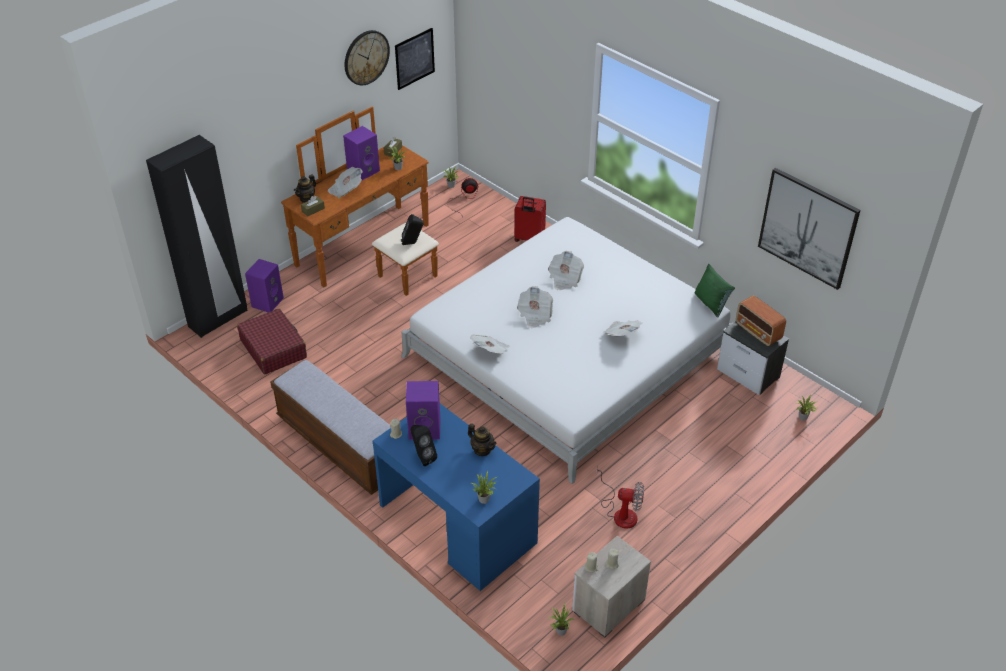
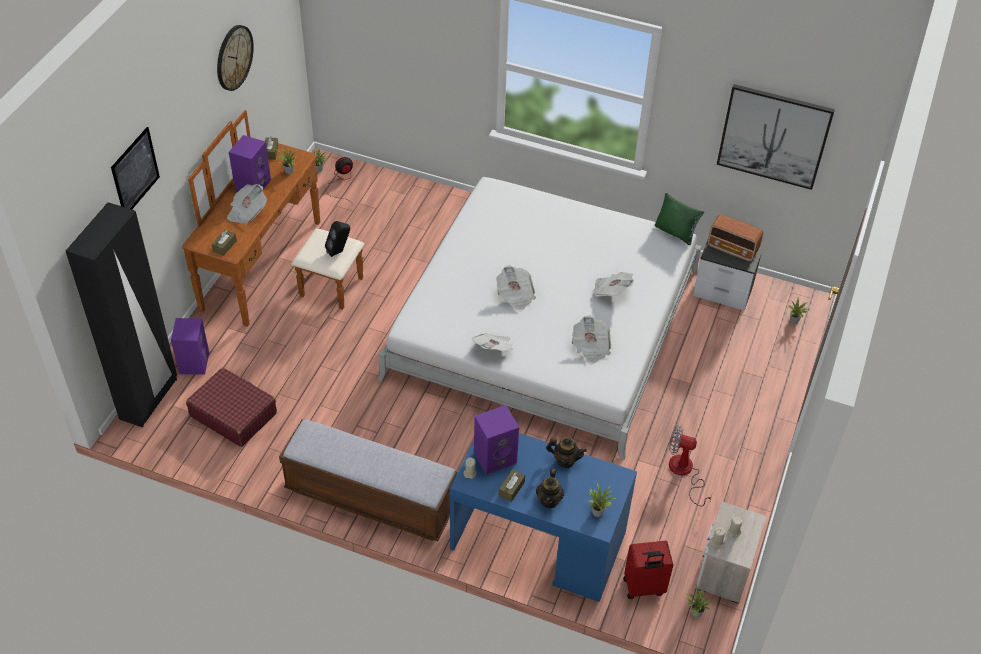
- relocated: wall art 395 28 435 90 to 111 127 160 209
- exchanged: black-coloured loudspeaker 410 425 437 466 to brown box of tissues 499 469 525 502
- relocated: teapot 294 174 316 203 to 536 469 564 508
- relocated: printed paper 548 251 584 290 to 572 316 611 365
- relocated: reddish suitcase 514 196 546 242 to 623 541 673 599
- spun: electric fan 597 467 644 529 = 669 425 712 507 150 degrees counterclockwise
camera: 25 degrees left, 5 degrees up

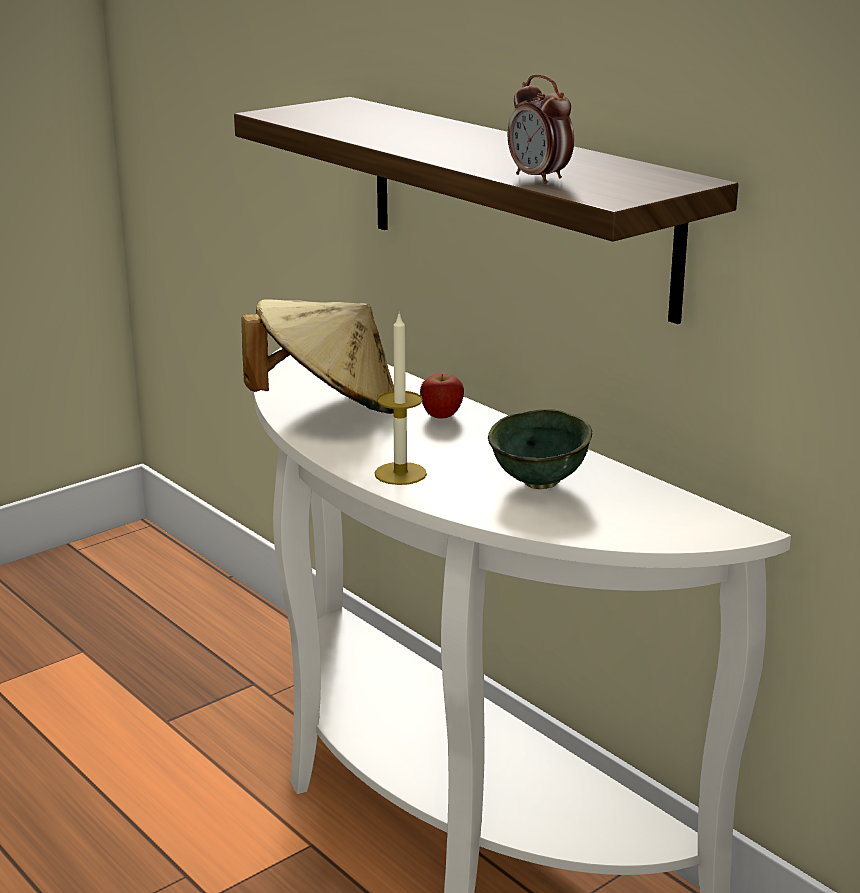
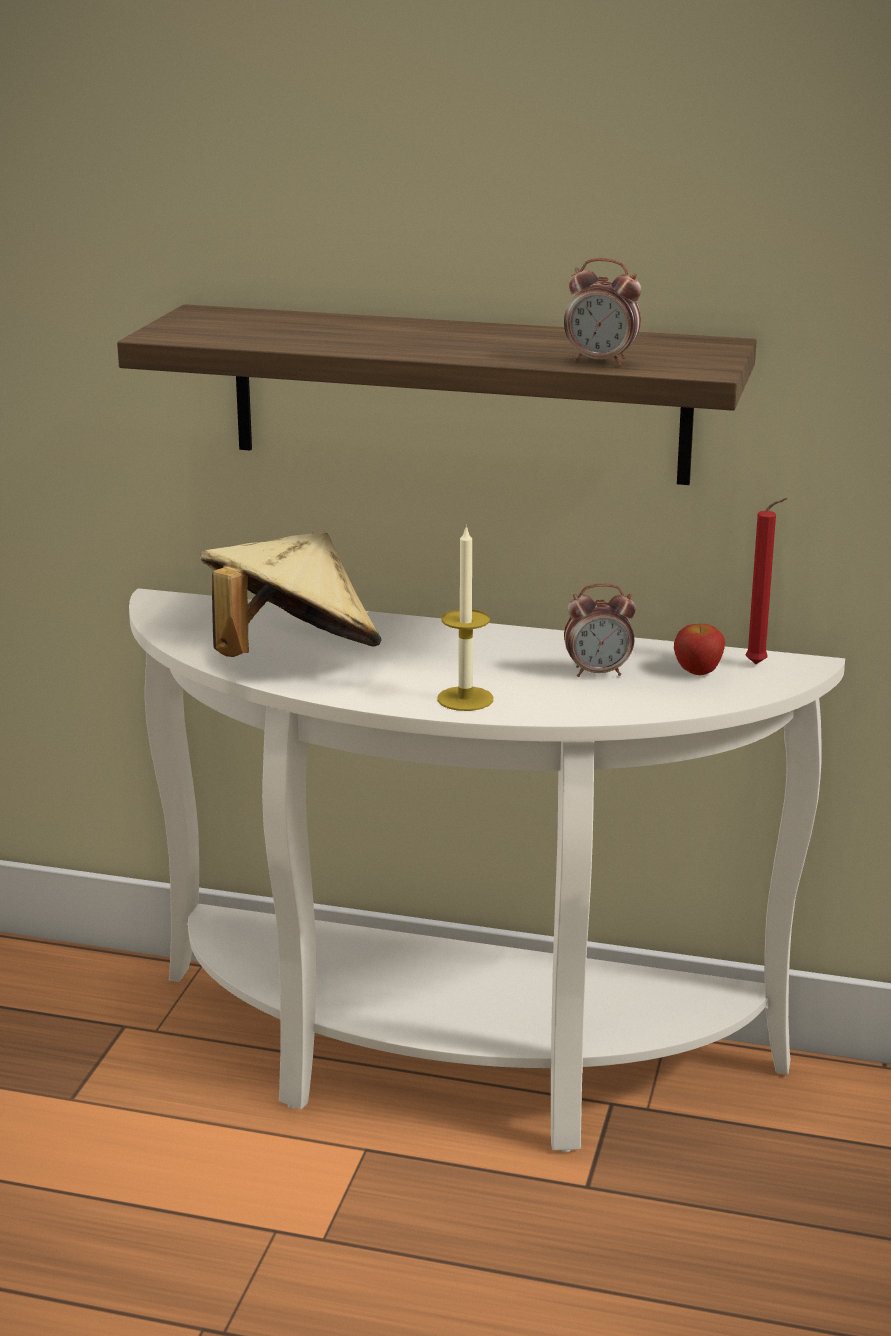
- exchanged: green-coloured deep dish 488 409 592 489 to bedside clock 564 583 636 677
- relocated: apple 420 374 464 418 to 674 624 725 675
- appeared: reddish wax light 746 498 788 664
camera: 35 degrees left, 0 degrees up

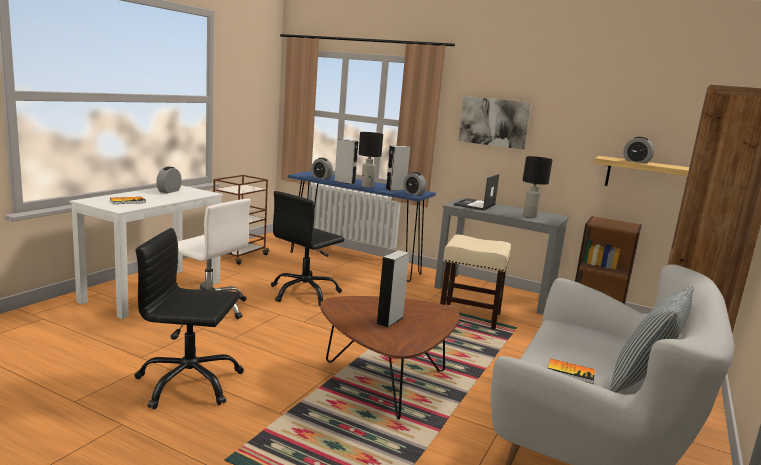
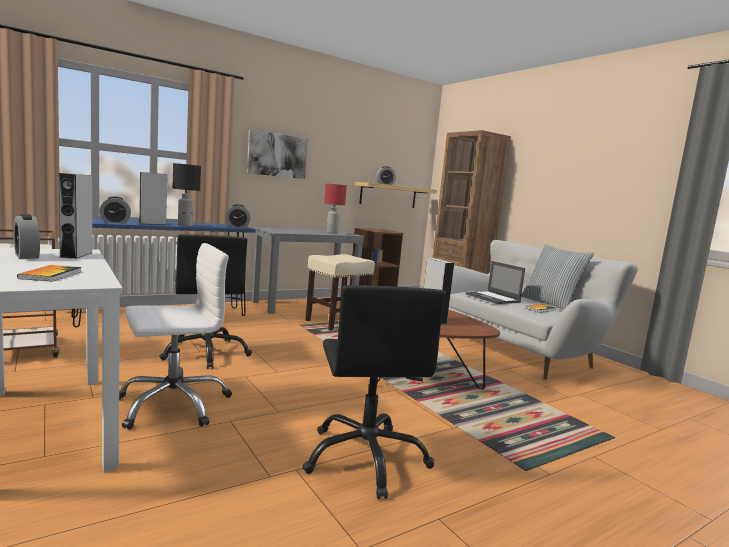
- relocated: grey loudspeaker 385 146 410 191 to 59 173 92 259
- spun: black-coloured office chair 134 228 244 409 = 302 285 446 499 45 degrees counterclockwise
- colour: black-coloured table lamp 523 156 552 218 to reddish table lamp 324 183 347 234
- relocated: portable computer 454 174 499 211 to 466 261 525 304
camera: 60 degrees left, 5 degrees down

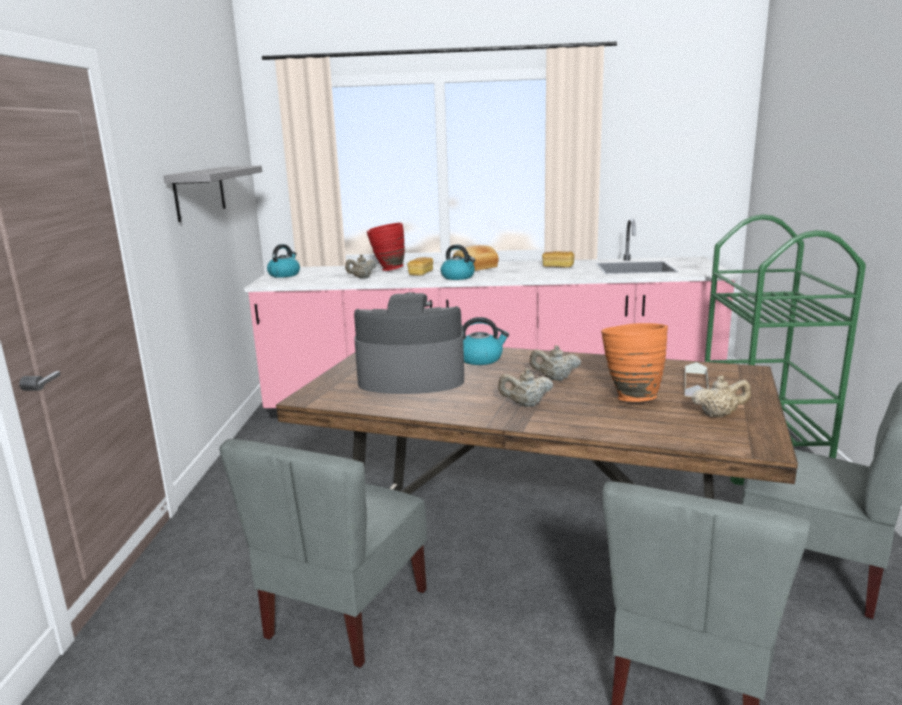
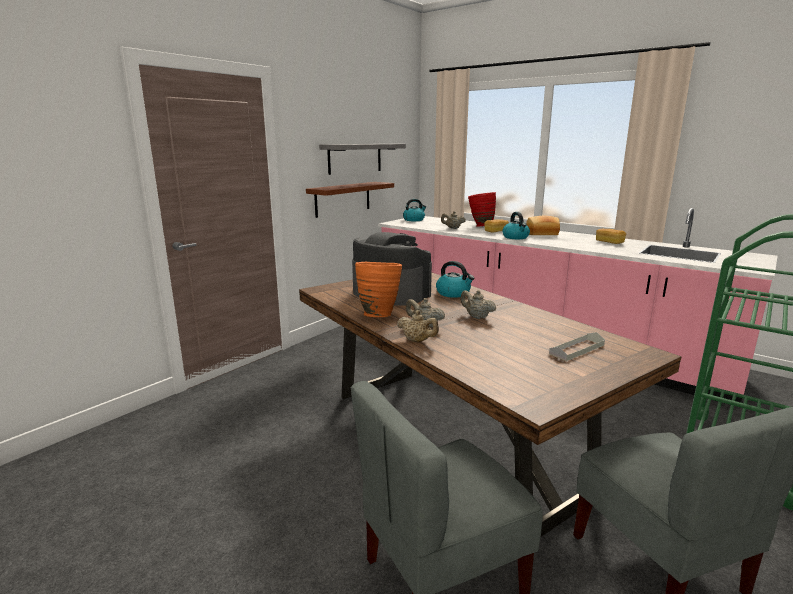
- appeared: brown wall shelf 306 182 394 218
- relocated: orangey decorative vase 601 323 668 402 to 355 262 402 317
- relocated: sand-coloured teapot 692 376 751 417 to 397 310 439 342
- missing: grey chair 219 439 427 668
camera: 35 degrees right, 0 degrees up

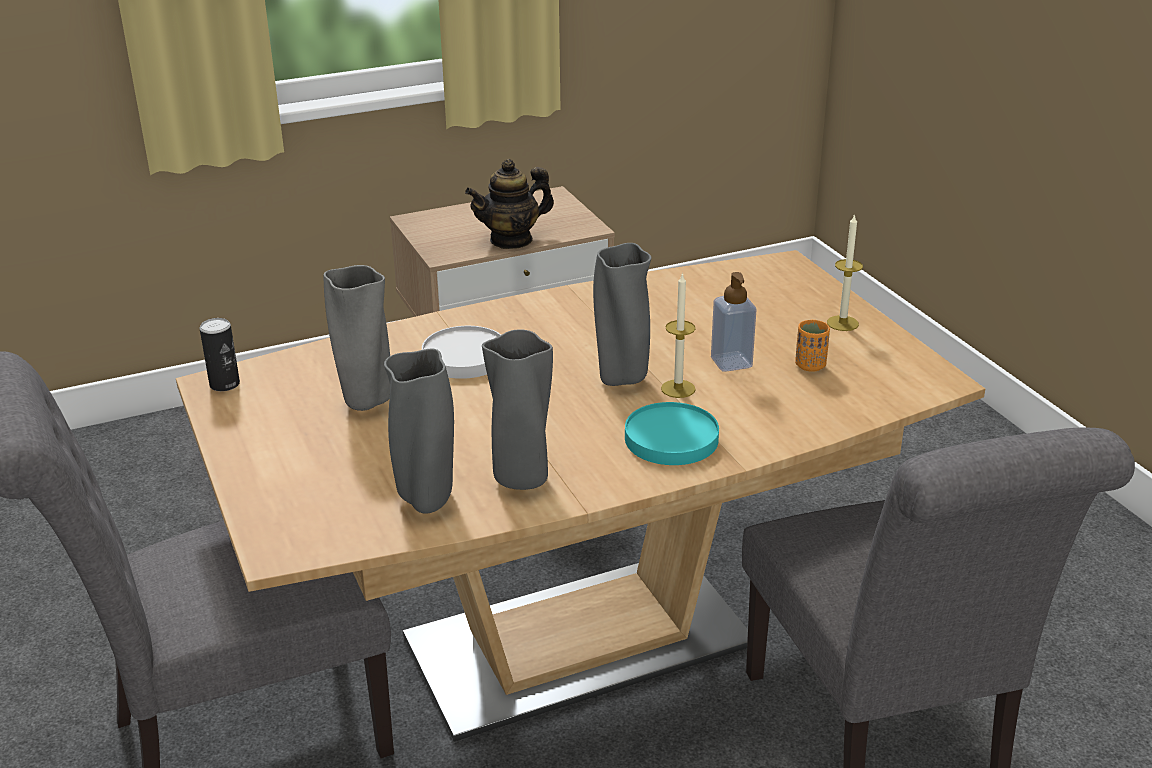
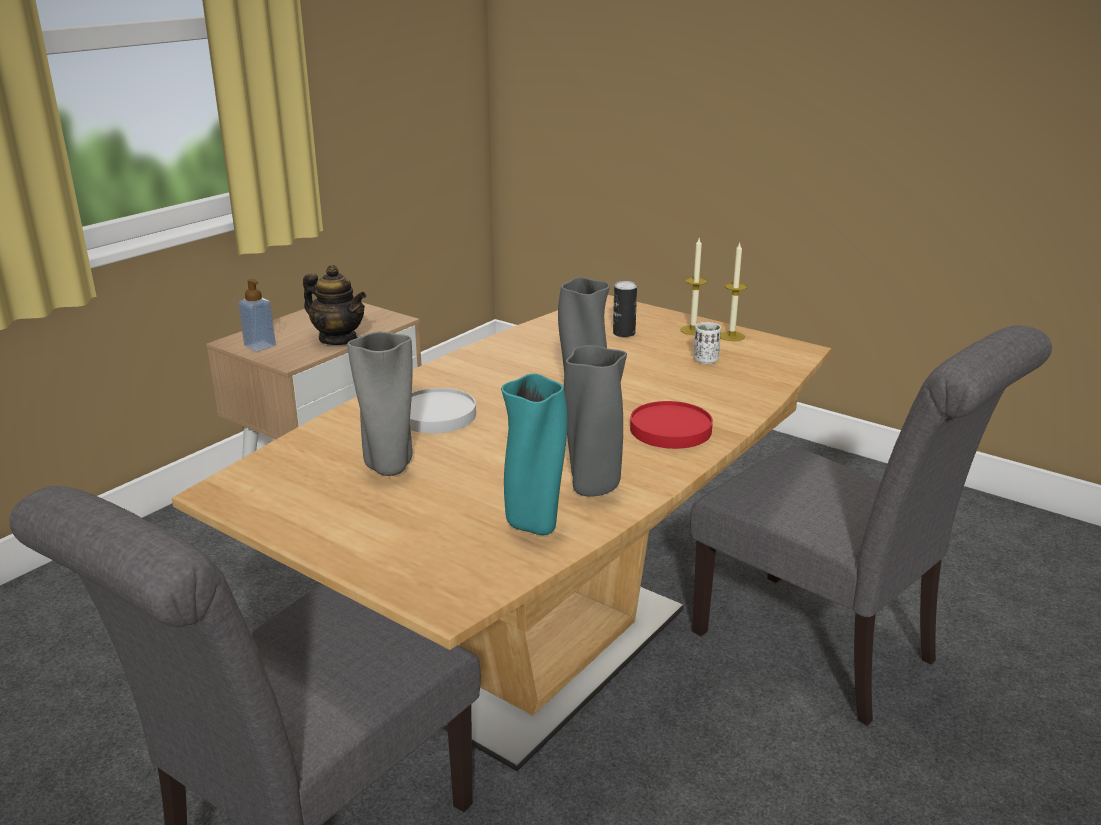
- relocated: soap dispenser 711 272 756 372 to 238 279 276 352
- spun: teapot 465 159 554 249 = 303 265 366 345 90 degrees counterclockwise
- colour: grey decorative vase 384 349 454 514 to blue-green decorative vase 501 374 568 535
- relocated: sealed can 200 318 240 391 to 613 281 637 337
- colour: blue-green plate 625 402 719 465 to reddish plate 630 401 713 449
- colour: orangey cup 795 320 830 372 to white-coloured cup 693 322 721 364
- relocated: wax light 661 273 696 398 to 720 243 747 341
camera: 30 degrees left, 5 degrees down

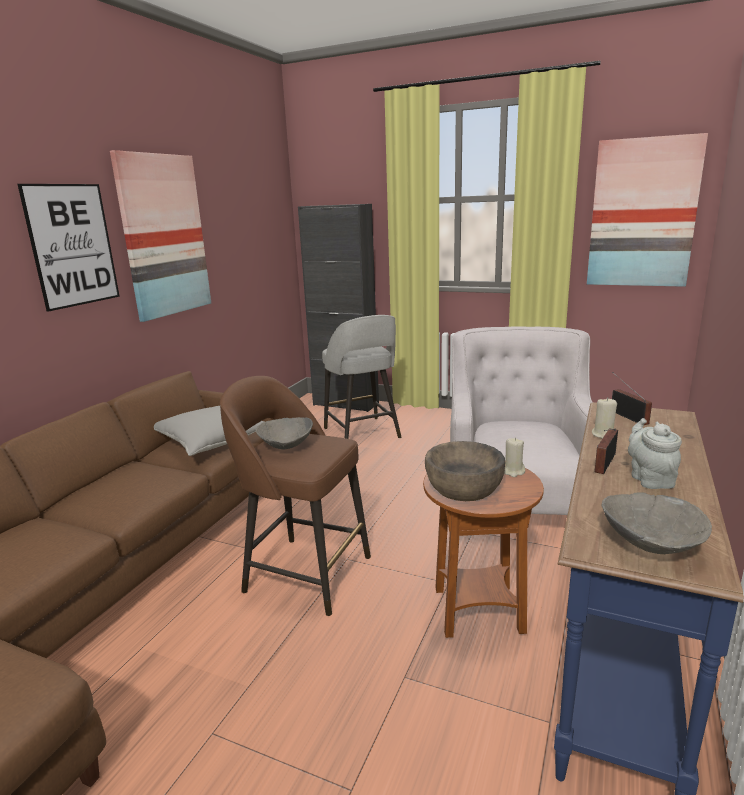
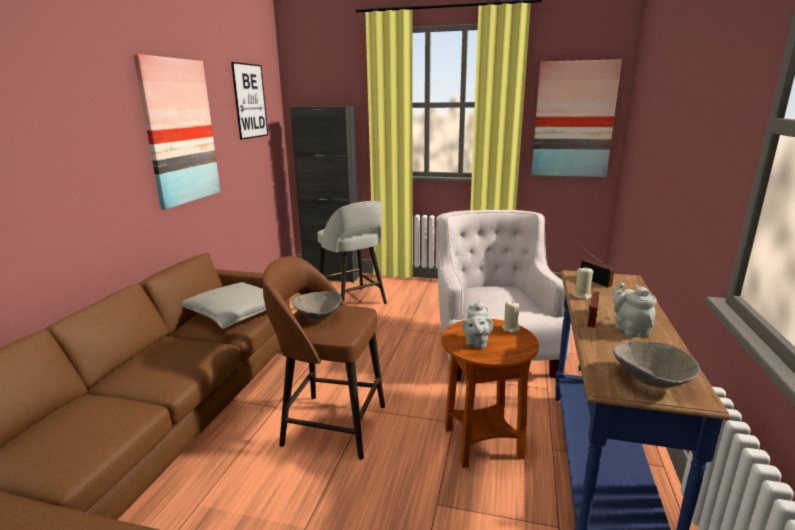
- relocated: wall art 17 184 120 312 to 231 62 268 140
- exchanged: brown deep dish 425 441 505 501 to grey teapot 462 300 493 349
camera: 10 degrees left, 0 degrees up

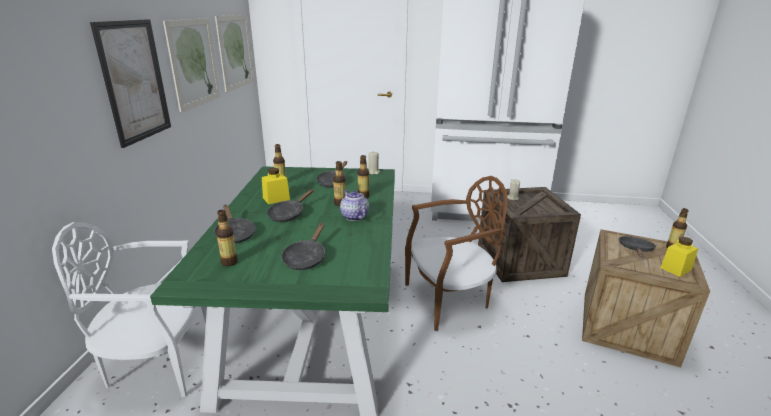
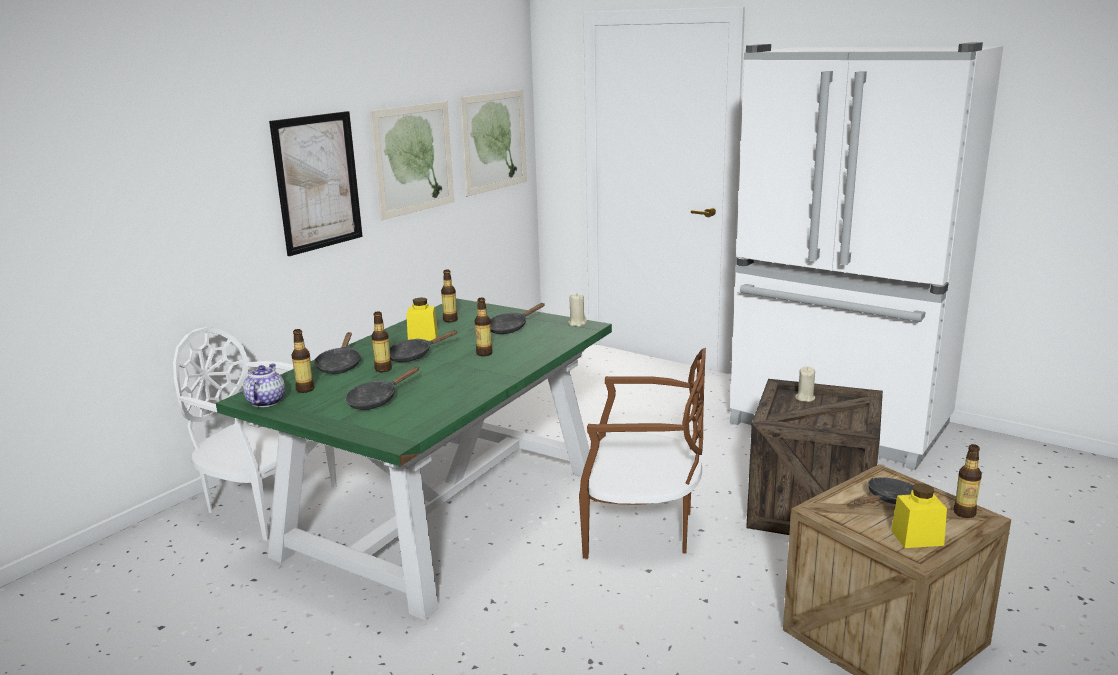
- relocated: teapot 340 190 369 221 to 243 364 285 407
- relocated: drink bottle 358 155 370 198 to 371 311 392 372
camera: 30 degrees right, 5 degrees down

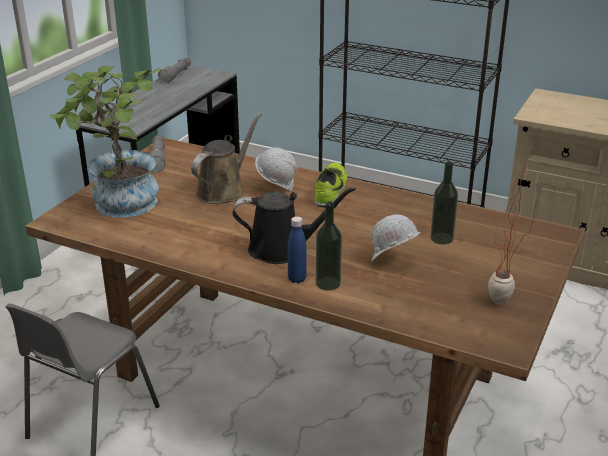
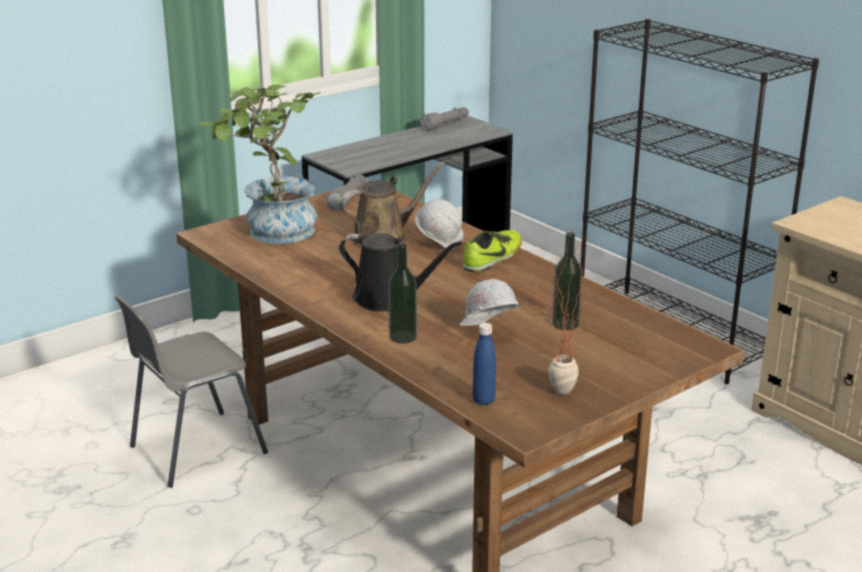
- relocated: bluish drink bottle 288 216 307 283 to 473 323 496 405
camera: 25 degrees right, 5 degrees down

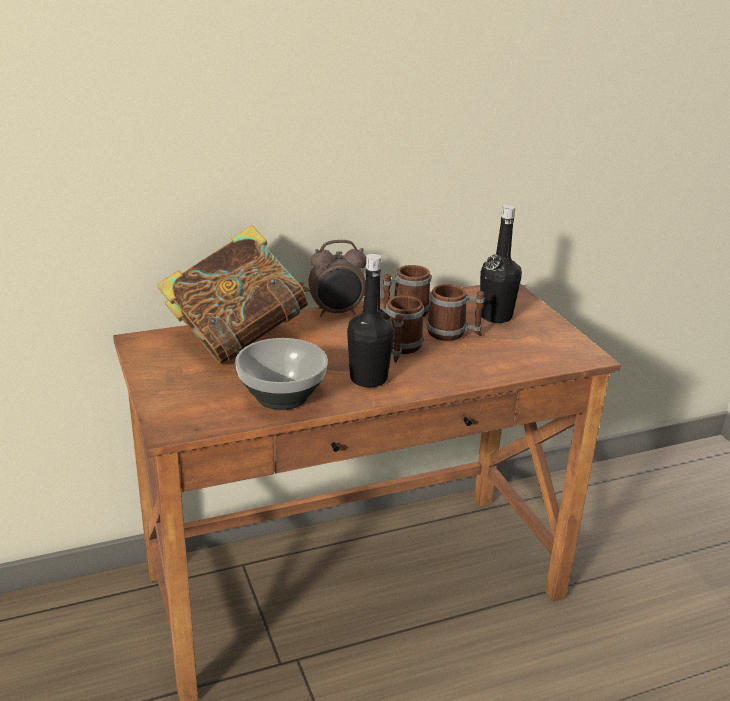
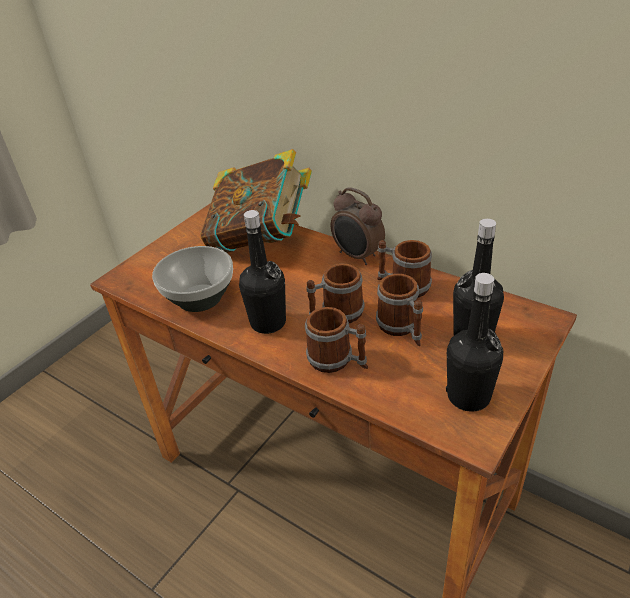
- appeared: mug 305 307 368 373
- appeared: black-coloured drink bottle 446 273 503 412
camera: 60 degrees right, 10 degrees up

